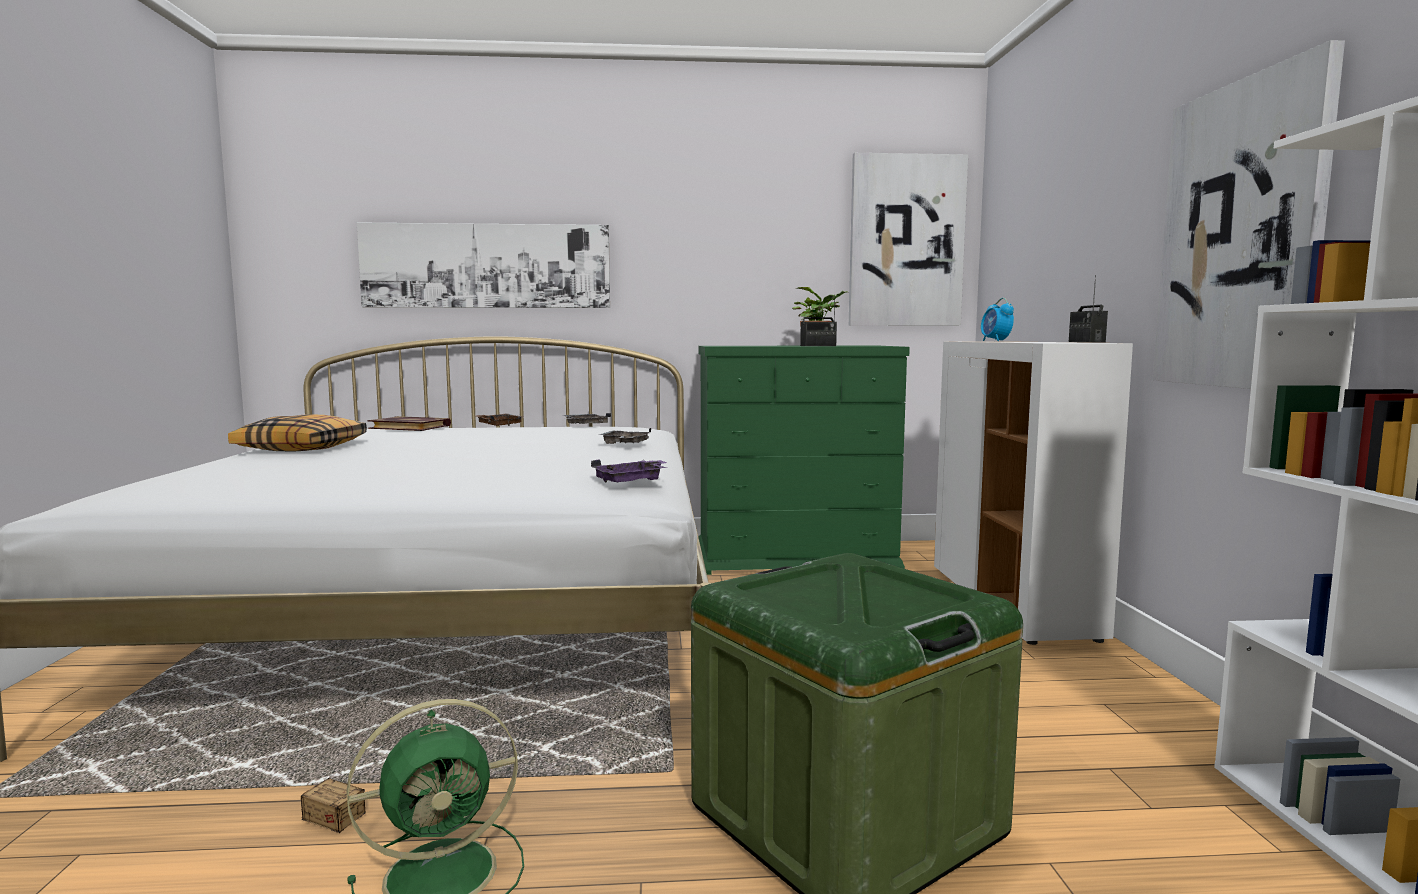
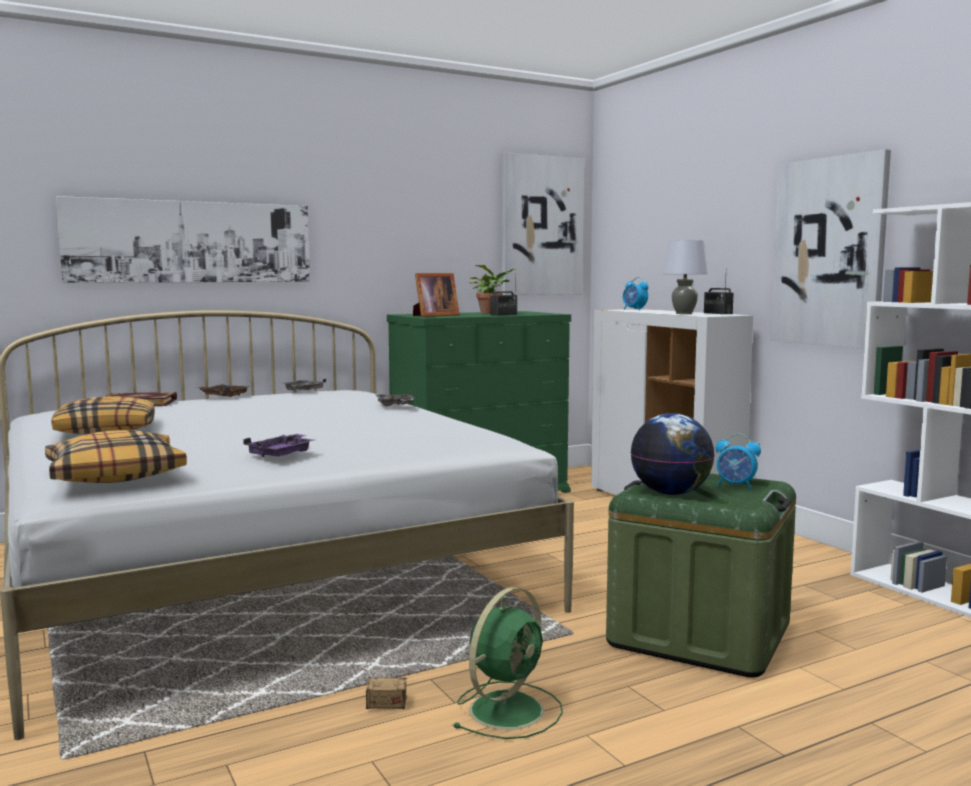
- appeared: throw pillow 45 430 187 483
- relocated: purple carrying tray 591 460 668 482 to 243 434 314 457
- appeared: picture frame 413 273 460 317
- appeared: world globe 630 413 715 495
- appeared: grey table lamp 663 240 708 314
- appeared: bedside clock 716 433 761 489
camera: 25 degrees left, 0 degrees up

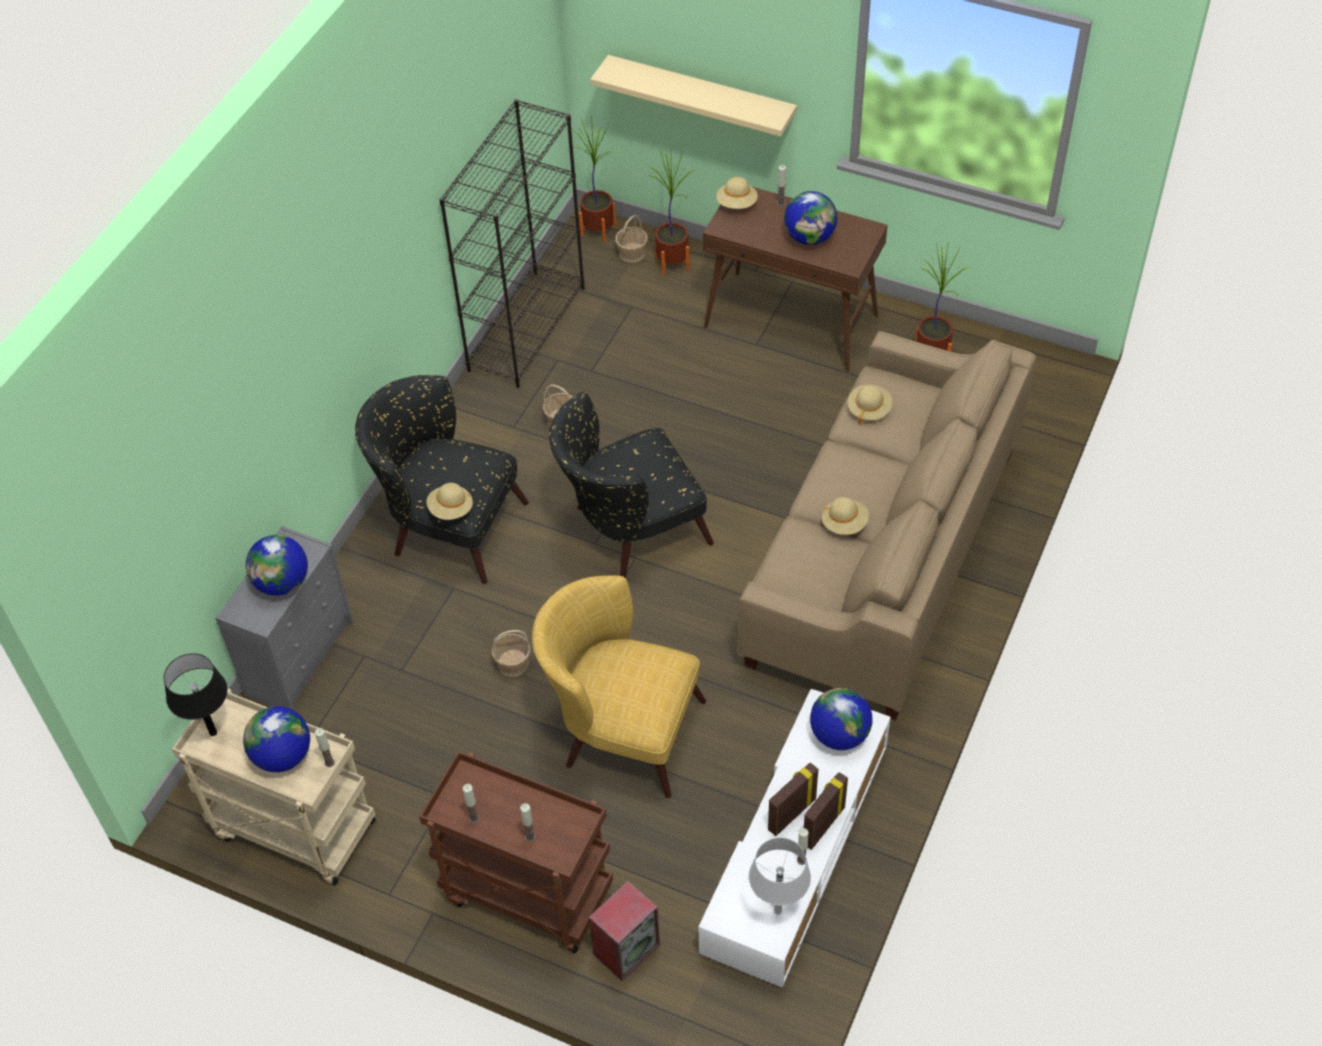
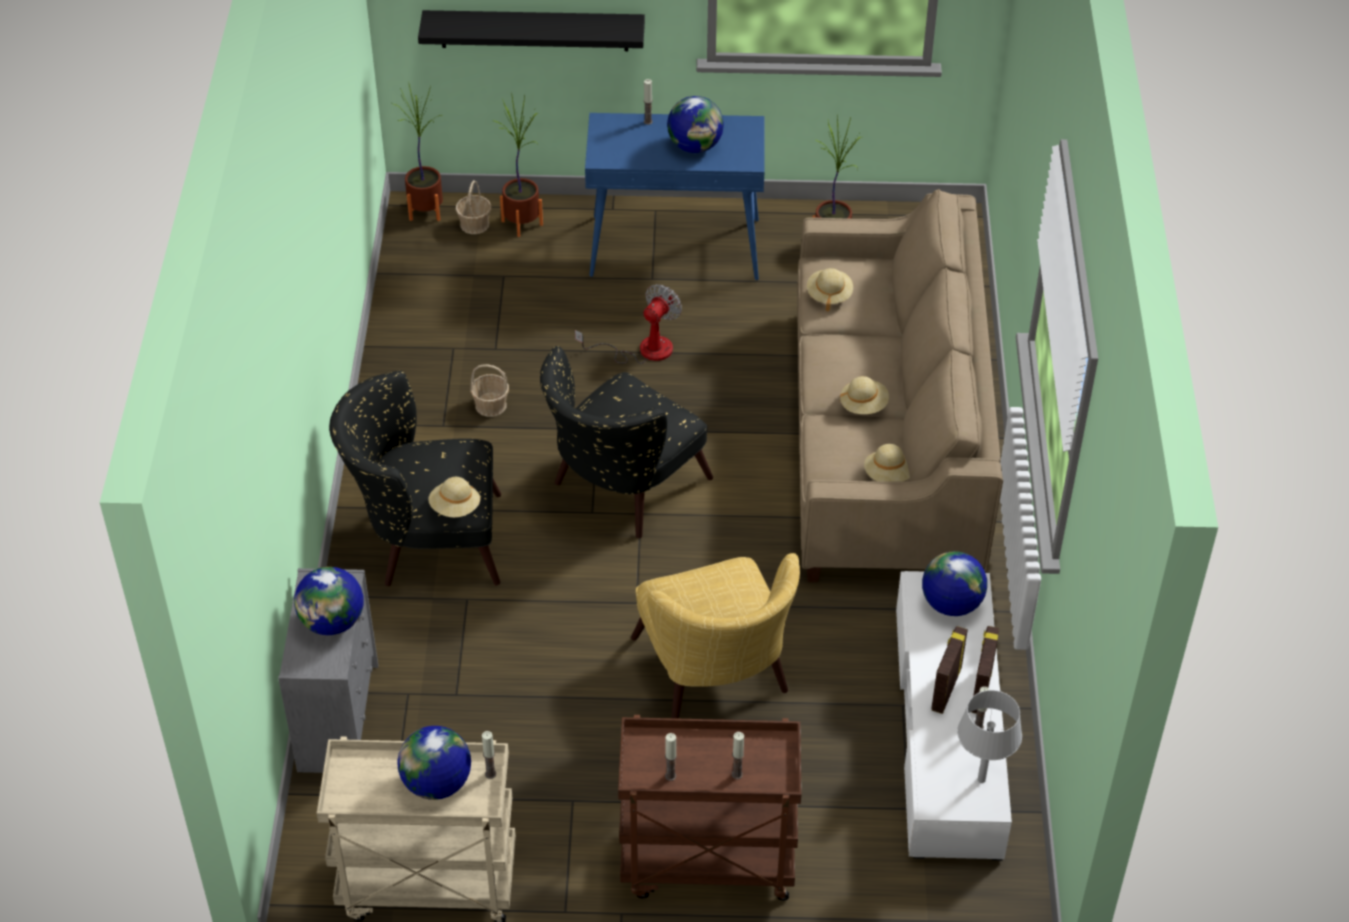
- colour: sand-coloured wall shelf 591 55 797 136 to black-coloured wall shelf 418 10 645 51
- appeared: electric fan 575 284 682 364
- colour: brown hall table 703 186 888 372 to bluish hall table 585 113 765 280
- spun: yellow-coloured easy chair 532 576 706 798 = 631 553 800 719 105 degrees counterclockwise
- relocated: sand-coloured clothing hat 716 177 758 209 to 864 444 910 482
- missing: black-coloured table lamp 164 653 228 736
- missing: black-coloured bookshelf 439 99 585 388
- missing: basket 492 630 530 677
- missing: loudspeaker 589 881 660 981
camera: 25 degrees left, 5 degrees down

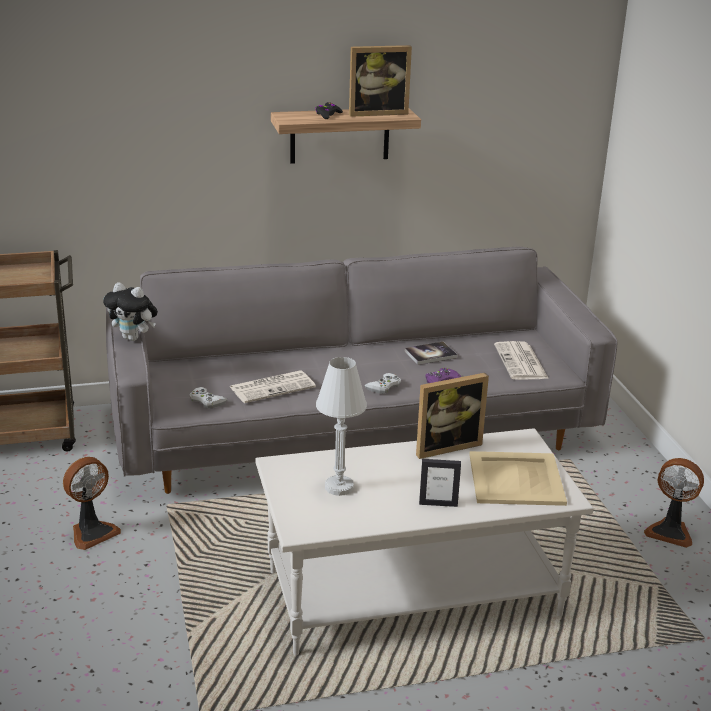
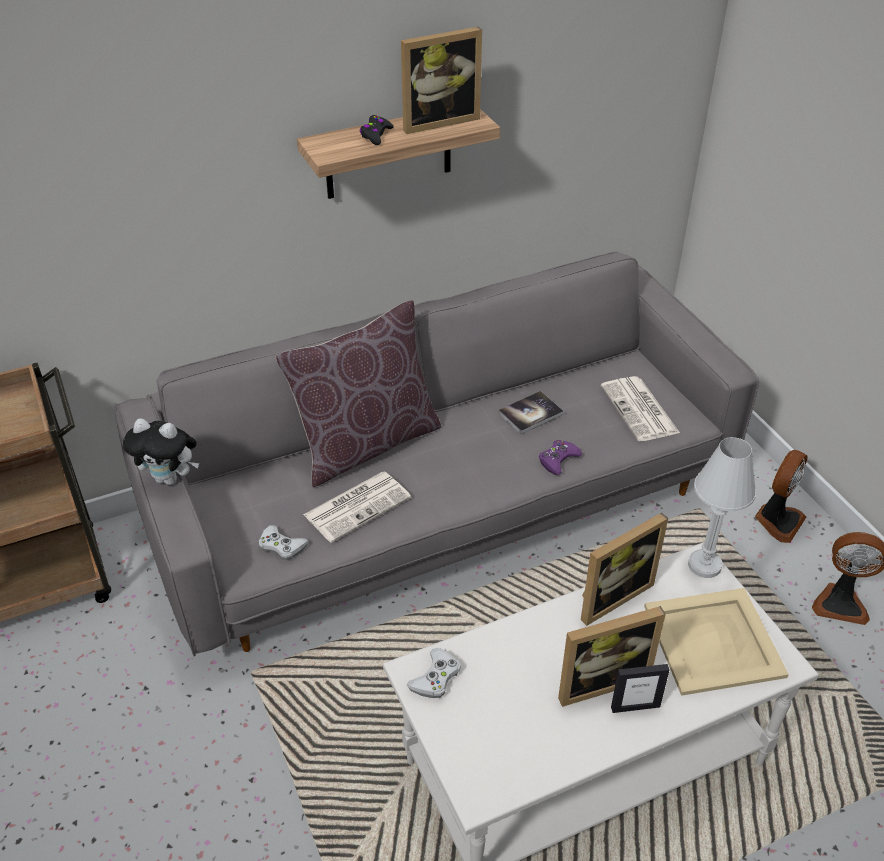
- appeared: brown throw pillow 276 300 441 488
- relocated: white-coloured joypad 364 373 401 394 to 407 648 461 698
- appeared: picture frame 558 606 666 707
- relocated: white-coloured table lamp 316 357 367 496 to 688 437 756 578
- relocated: electric fan 63 457 121 550 to 755 450 808 543
camera: 10 degrees left, 15 degrees up

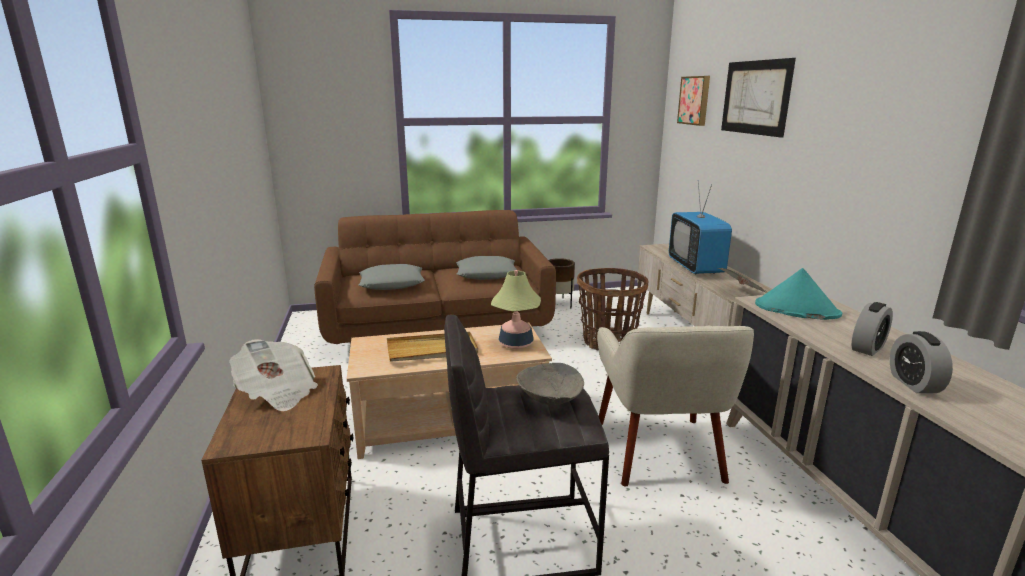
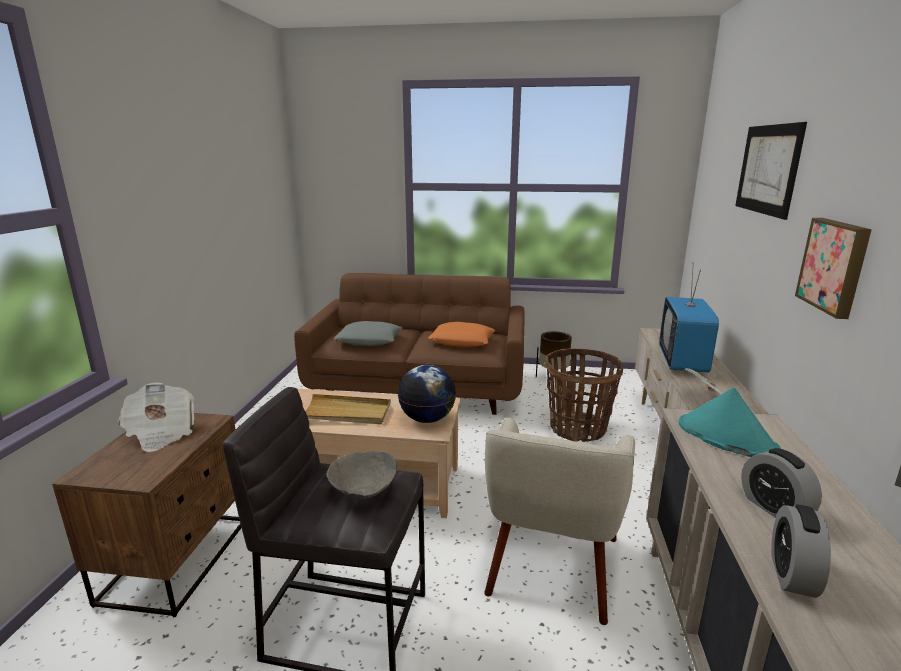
- exchanged: table lamp 491 270 541 349 to world globe 398 365 456 423
- colour: grey throw pillow 456 256 517 280 to orangey throw pillow 428 322 496 347
- spun: bedside clock 852 302 893 356 = 741 448 822 518 90 degrees clockwise
- relocated: wall art 677 76 710 126 to 795 218 872 319
camera: 20 degrees right, 0 degrees up

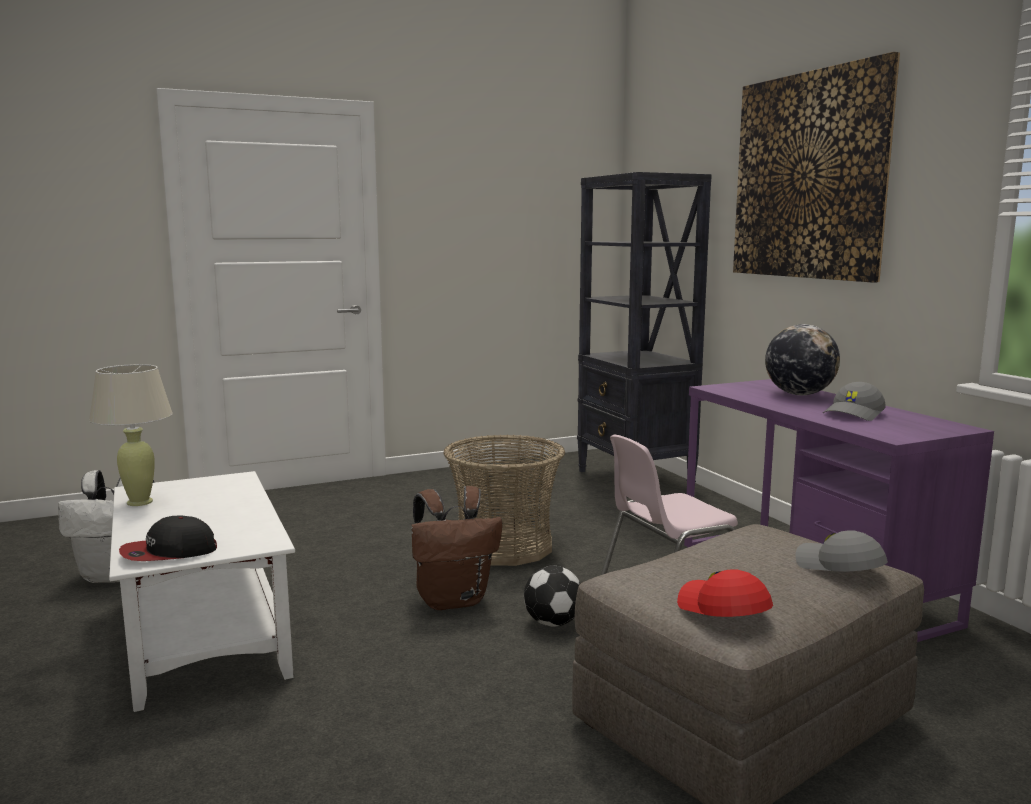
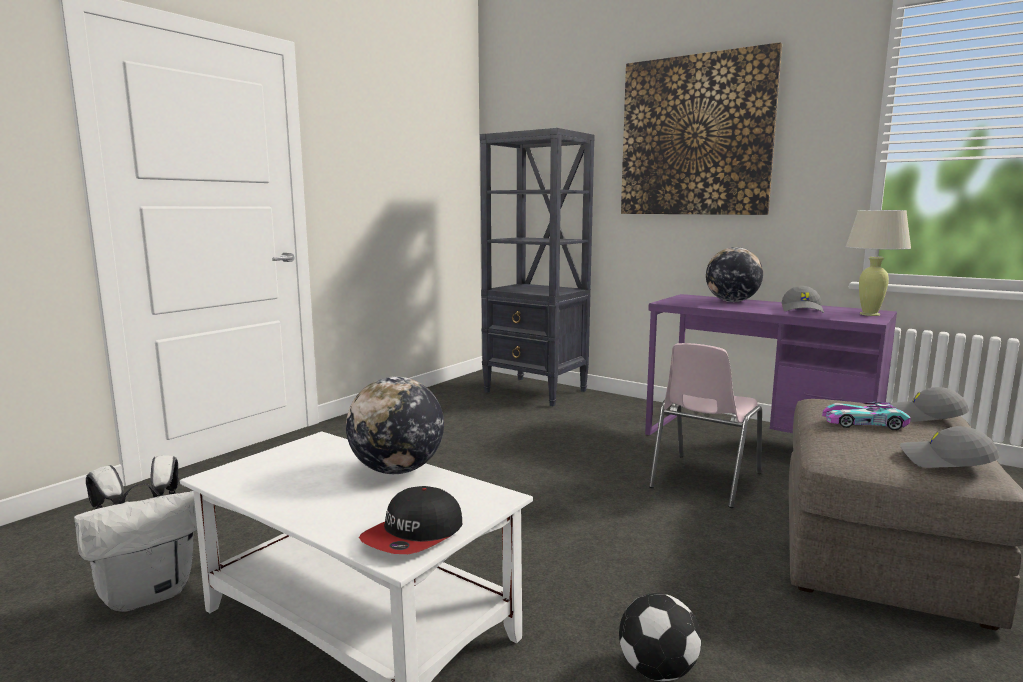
- appeared: world globe 346 377 444 474
- relocated: ball for football 524 565 580 627 to 619 593 702 681
- appeared: model car 822 402 911 430
- relocated: sand-coloured table lamp 89 364 173 506 to 845 210 911 316
- colour: reddish baseball cap 677 569 773 617 to grey baseball cap 900 426 1000 468
- missing: brown rucksack 411 486 502 610
- missing: basket 444 435 565 566
camera: 30 degrees left, 0 degrees up

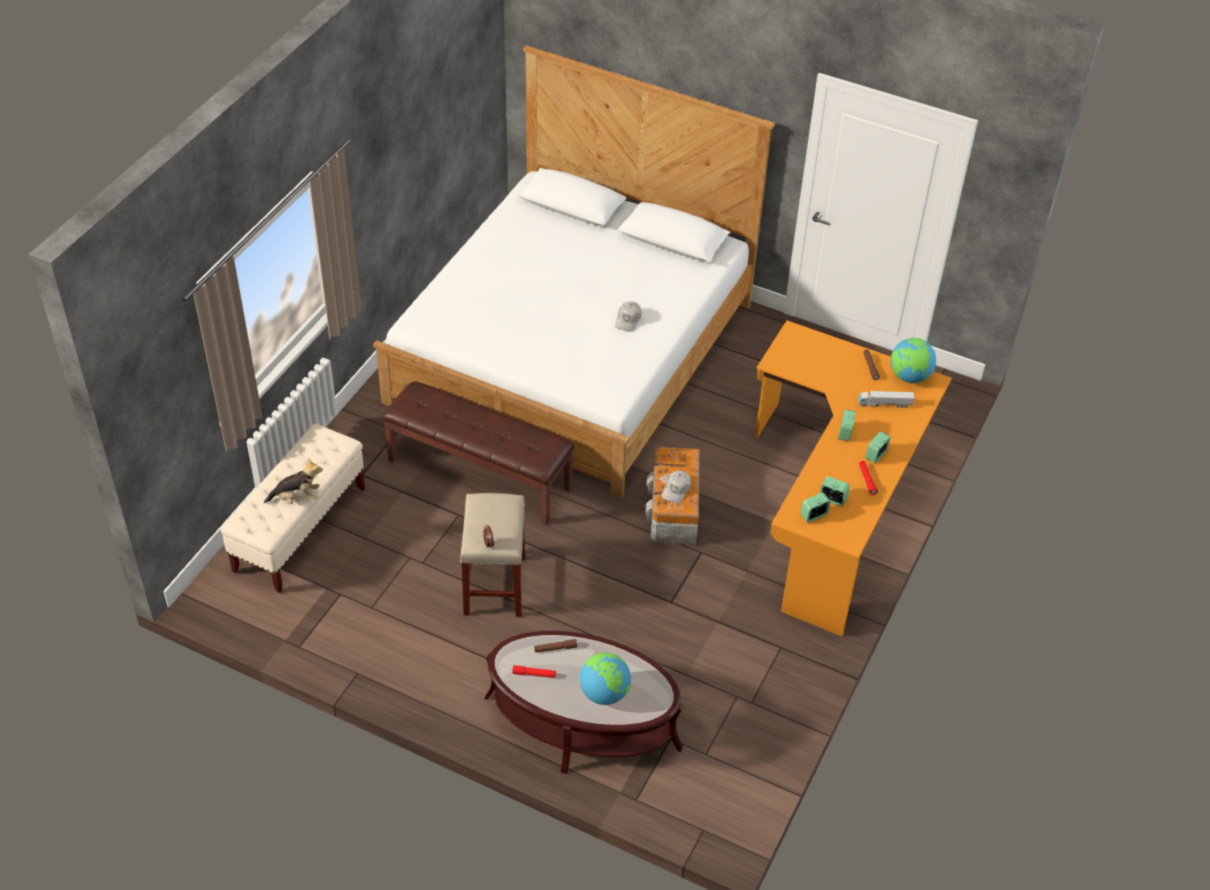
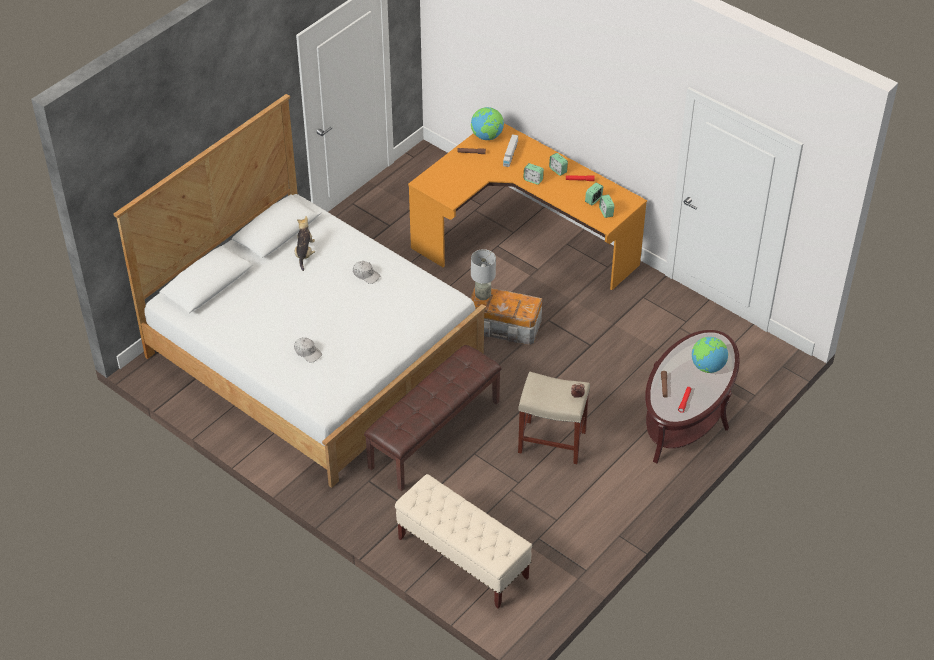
- relocated: white-coloured baseball cap 661 470 691 504 to 294 337 322 363
- relocated: cuddly toy 264 457 323 504 to 295 216 315 271
- appeared: grey table lamp 471 249 496 300
camera: 75 degrees left, 0 degrees up

